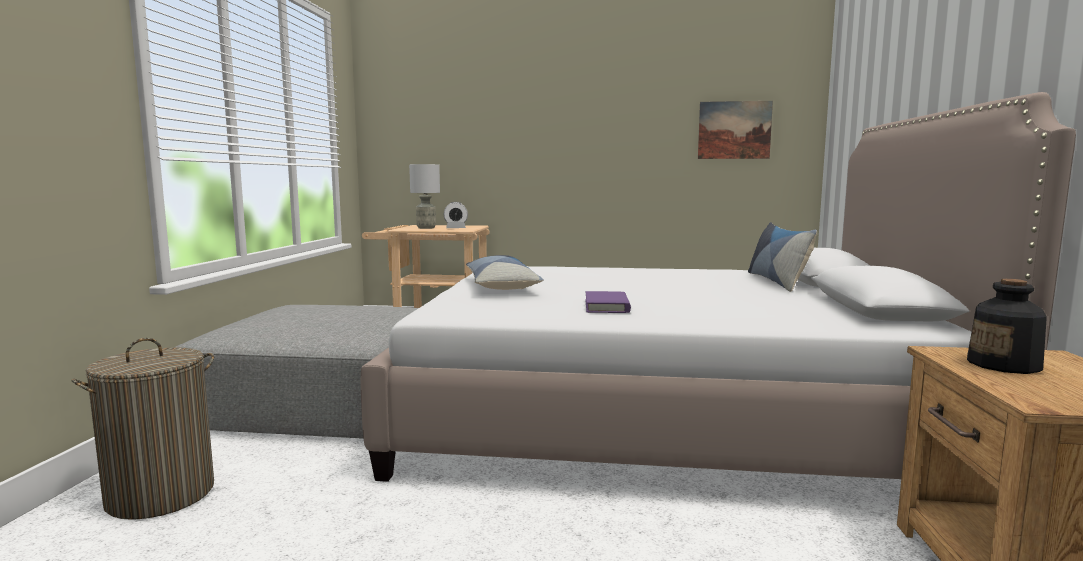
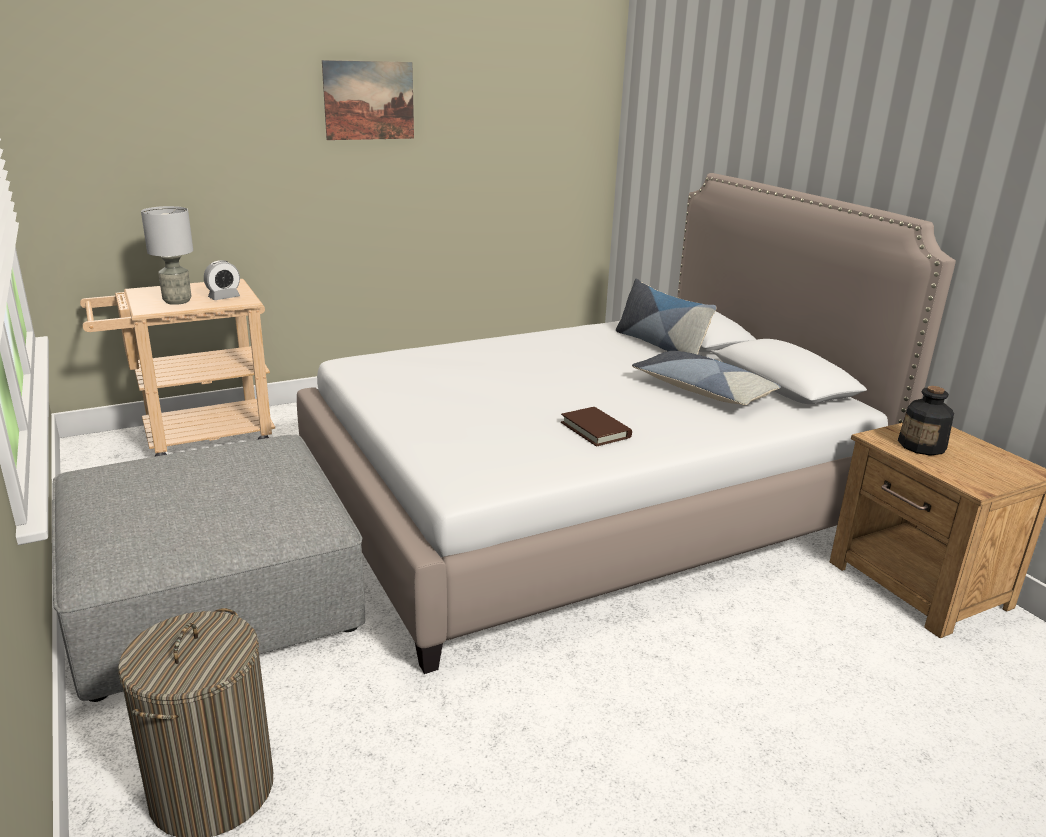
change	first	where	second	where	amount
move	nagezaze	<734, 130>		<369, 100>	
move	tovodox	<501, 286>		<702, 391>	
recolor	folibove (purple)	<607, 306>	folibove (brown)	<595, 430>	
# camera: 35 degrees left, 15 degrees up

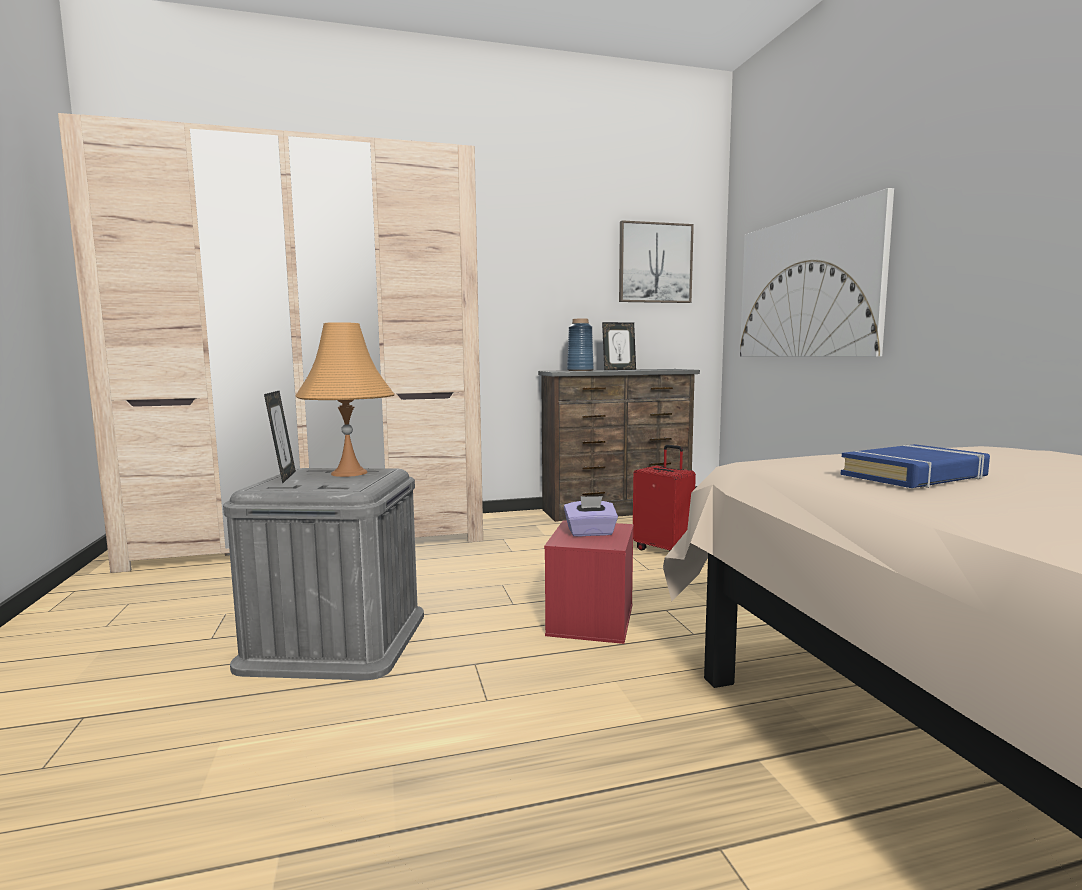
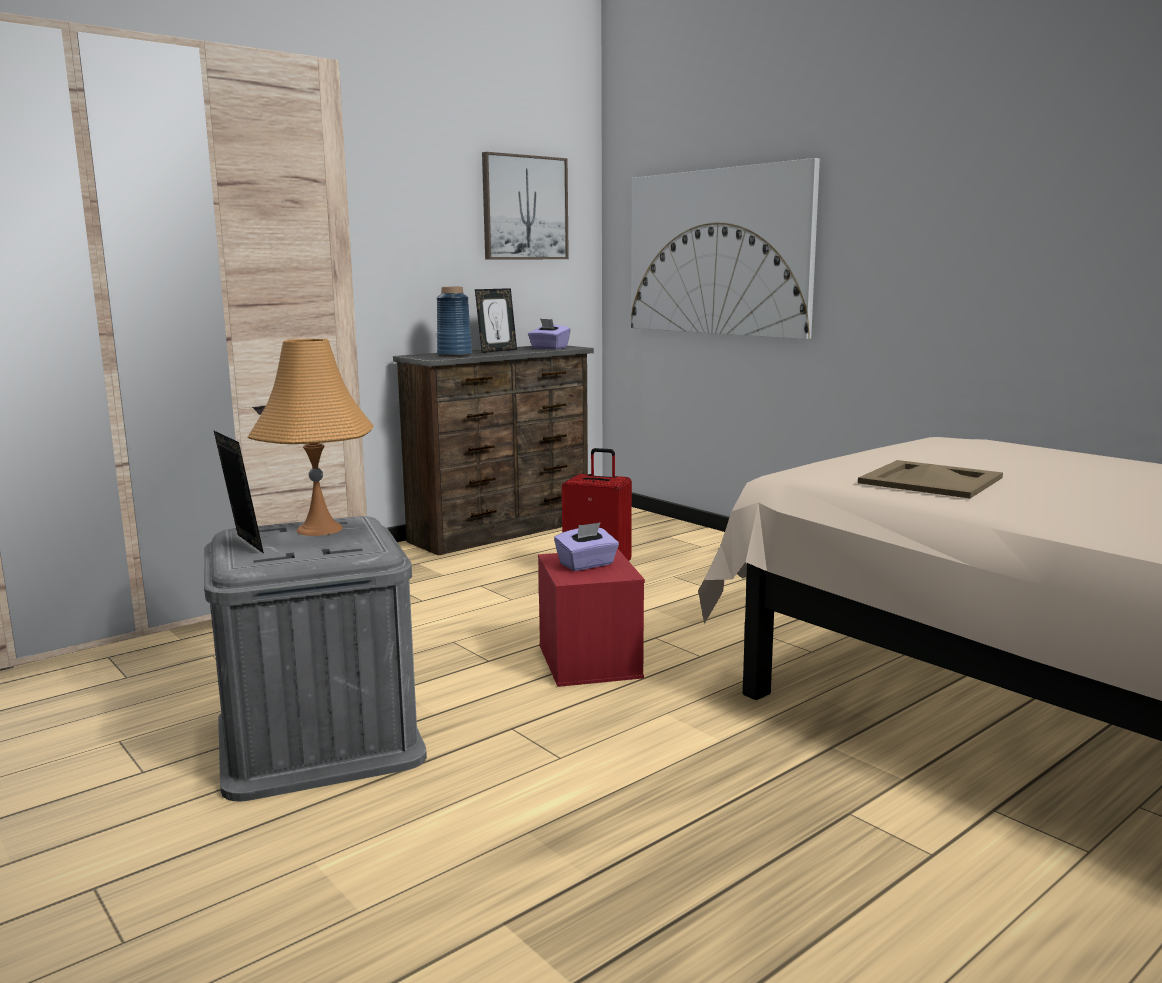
change	first	where	second	where	amount
replace	folibove (blue)	<914, 476>	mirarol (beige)	<932, 480>	
insert			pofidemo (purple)	<549, 348>	
# camera: 25 degrees left, 5 degrees up

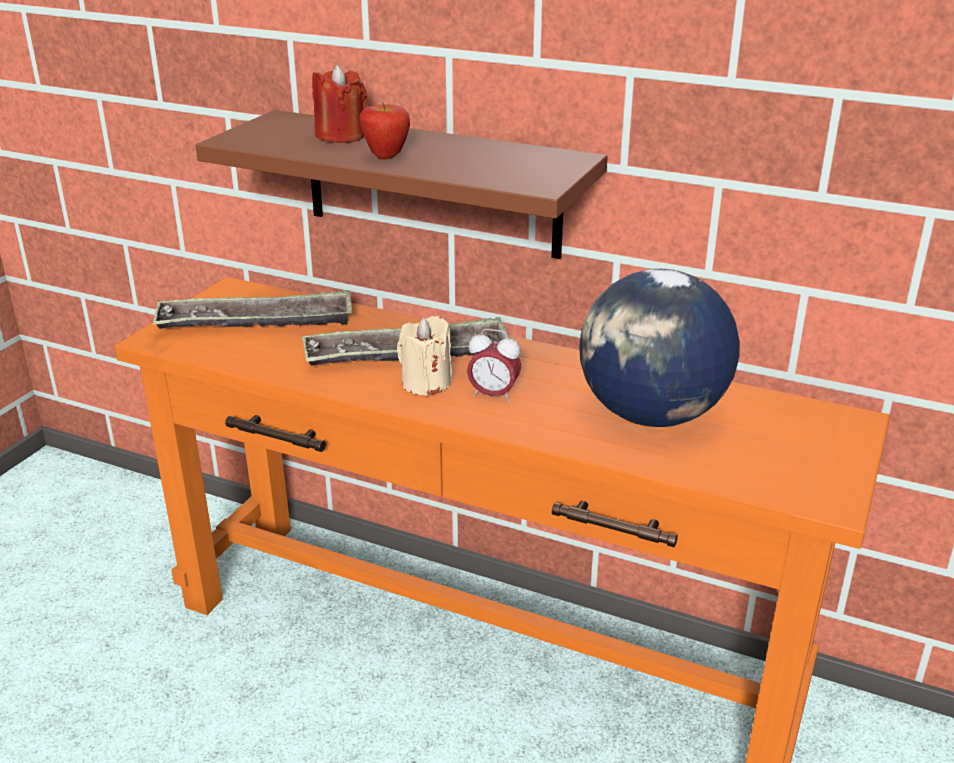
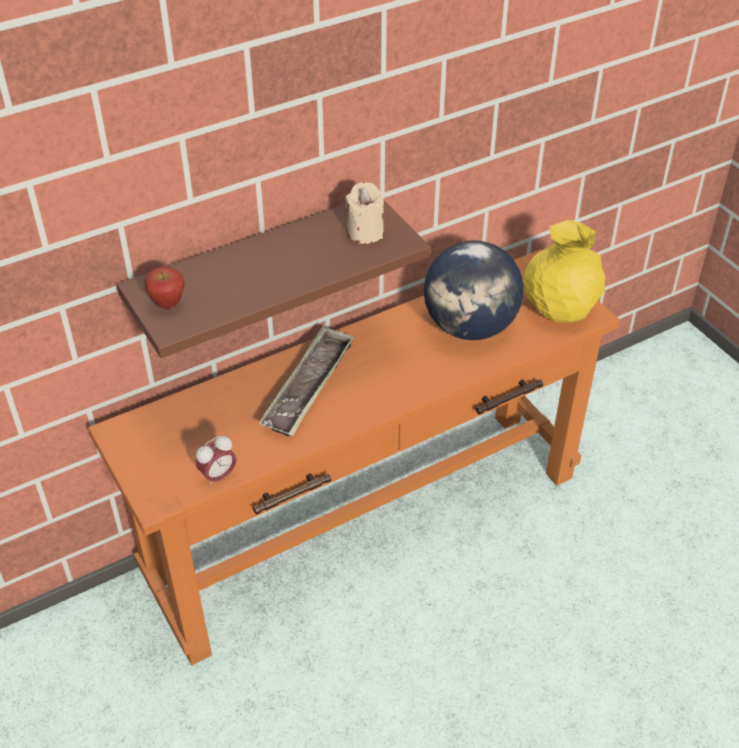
change	first	where	second	where	amount
delete	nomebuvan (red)	<341, 136>			
move	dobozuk	<386, 157>		<168, 304>	
delete	mirarol	<256, 322>			
move	nomebuvan (beige)	<426, 383>		<365, 232>	
move	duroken	<493, 395>		<218, 476>	
insert			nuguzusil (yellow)	<559, 307>	
# camera: 55 degrees left, 15 degrees up

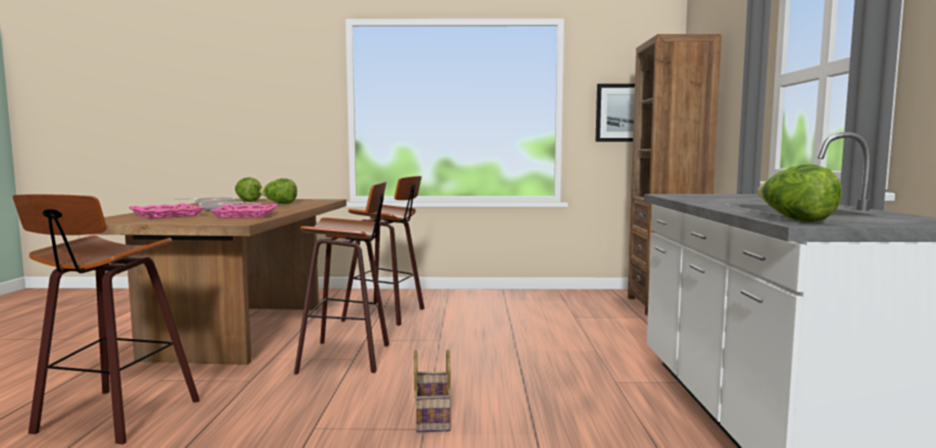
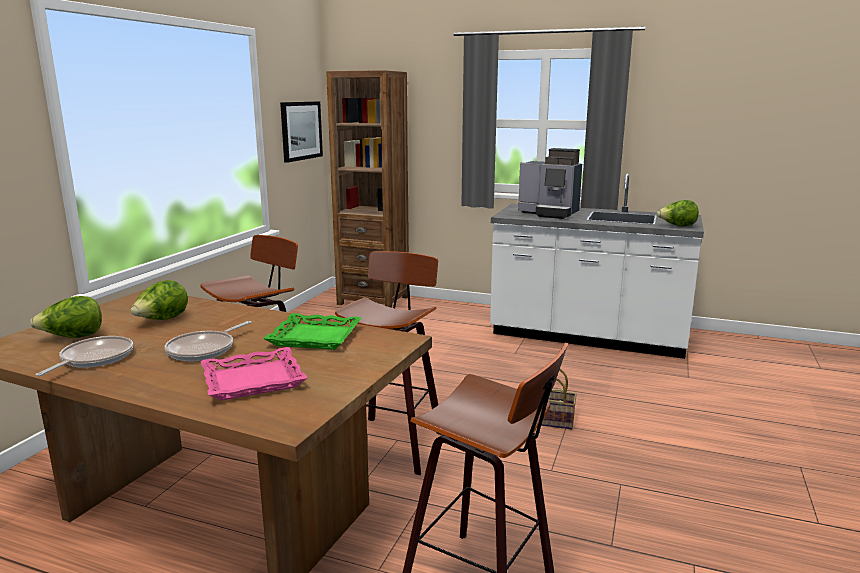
change	first	where	second	where	amount
recolor	mirarol (pink)	<246, 215>	mirarol (green)	<315, 337>	
insert			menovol	<550, 213>	
# camera: 70 degrees left, 10 degrees up

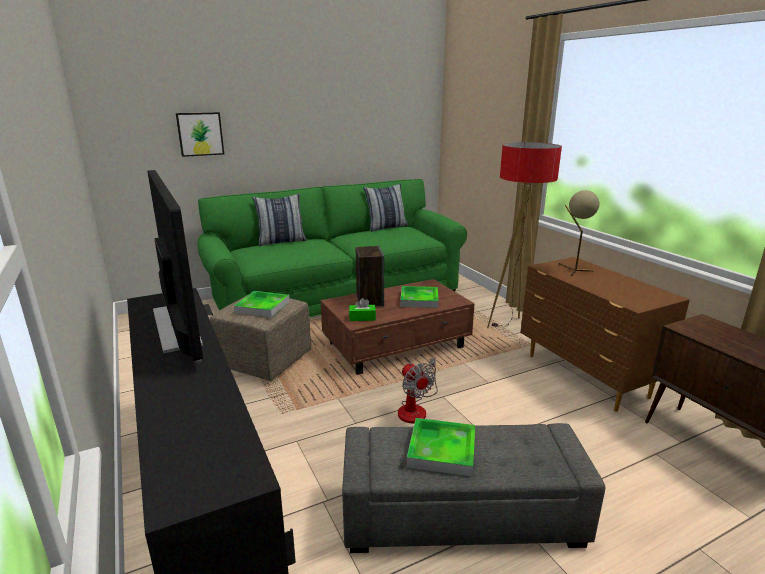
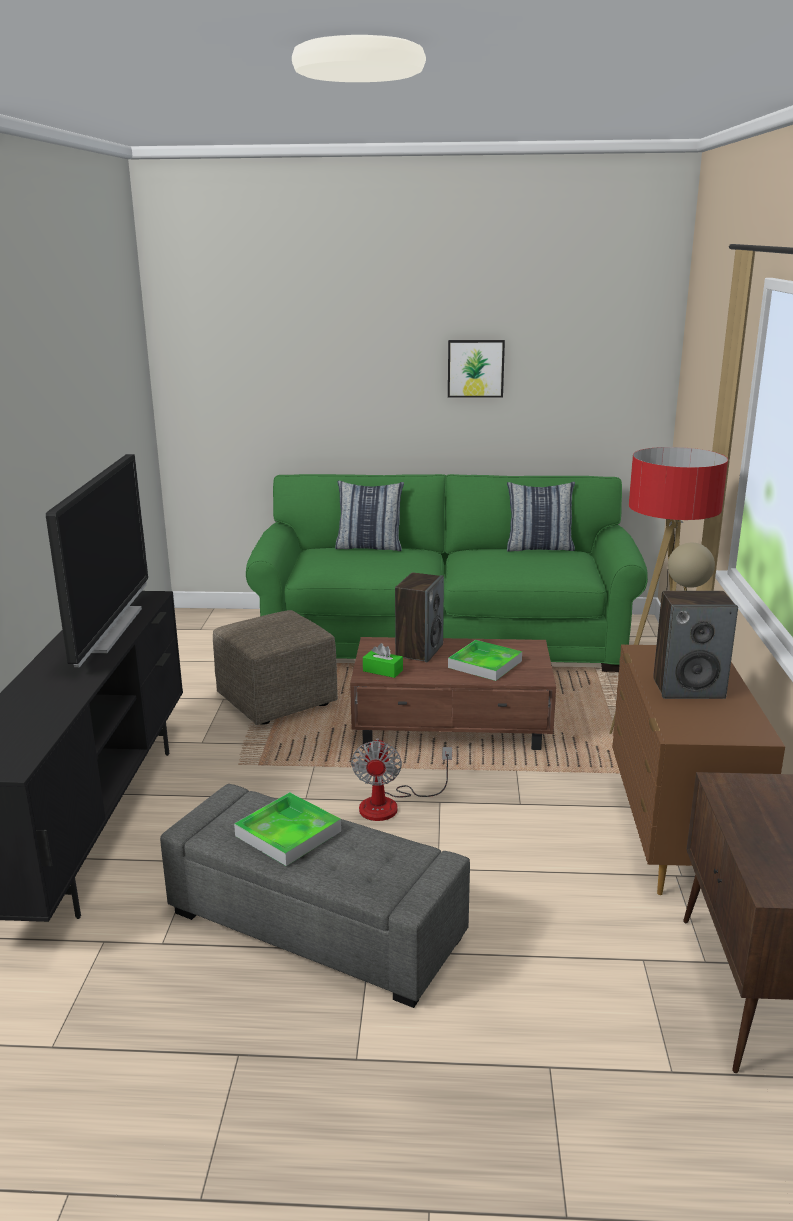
change	first	where	second	where	amount
move	nagezaze	<200, 134>		<475, 368>	
delete	mirarol	<262, 307>			
insert			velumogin	<689, 688>	
# camera: 30 degrees right, 0 degrees up

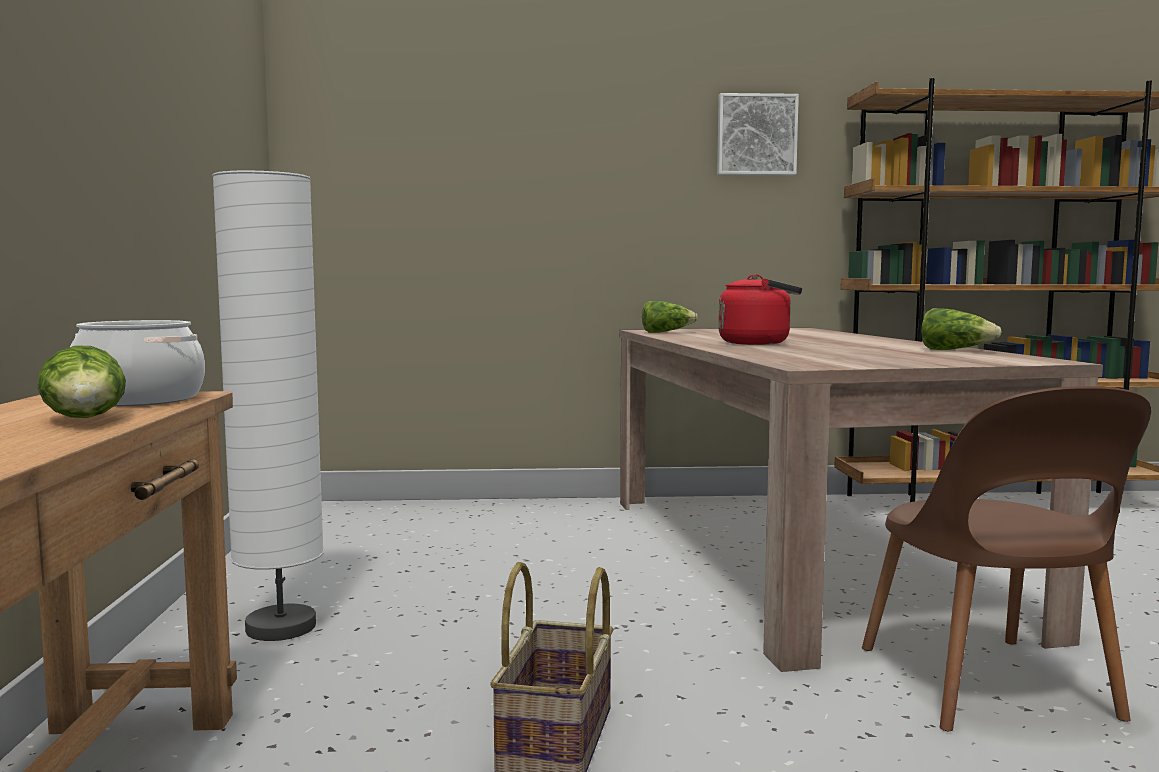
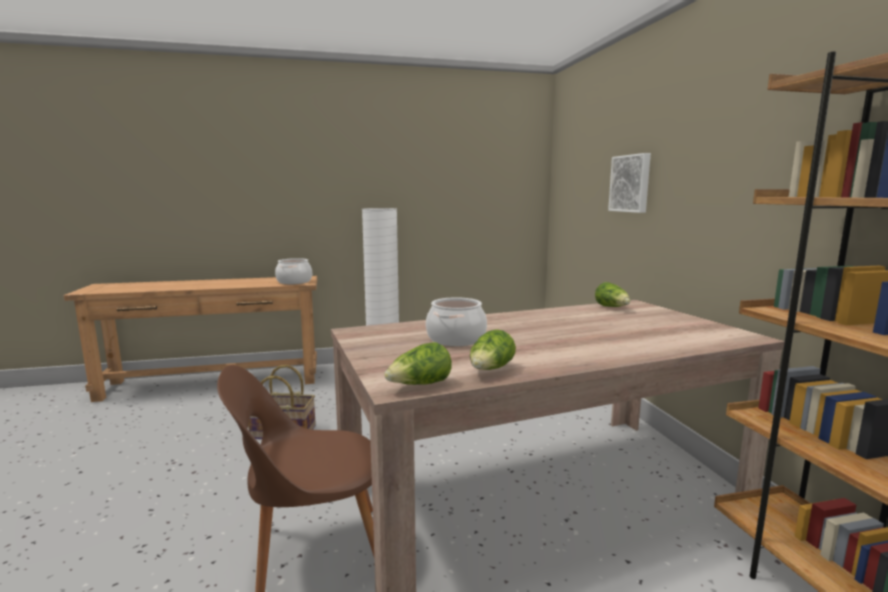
change	first	where	second	where	amount
move	nagezaze	<756, 135>		<631, 183>	
delete	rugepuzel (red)	<758, 343>			
move	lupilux	<87, 420>		<420, 385>	
insert			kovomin	<456, 339>	
# camera: 80 degrees right, 5 degrees up

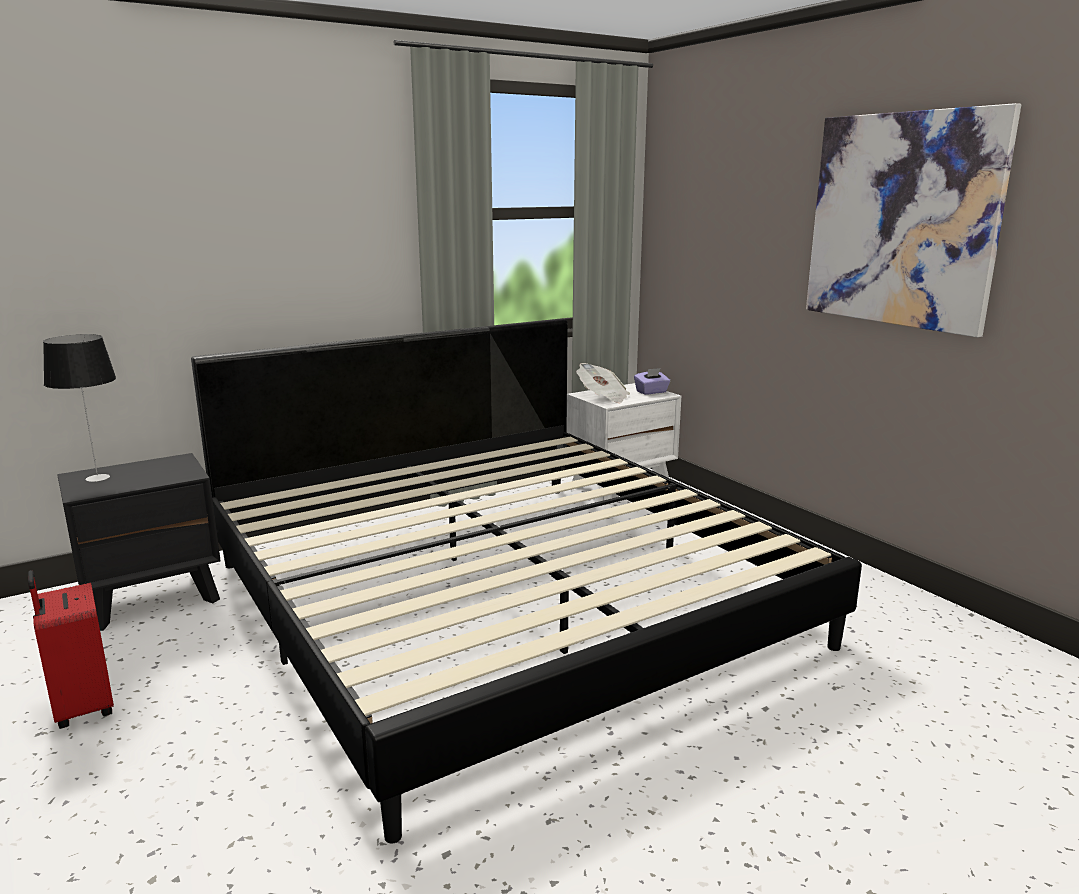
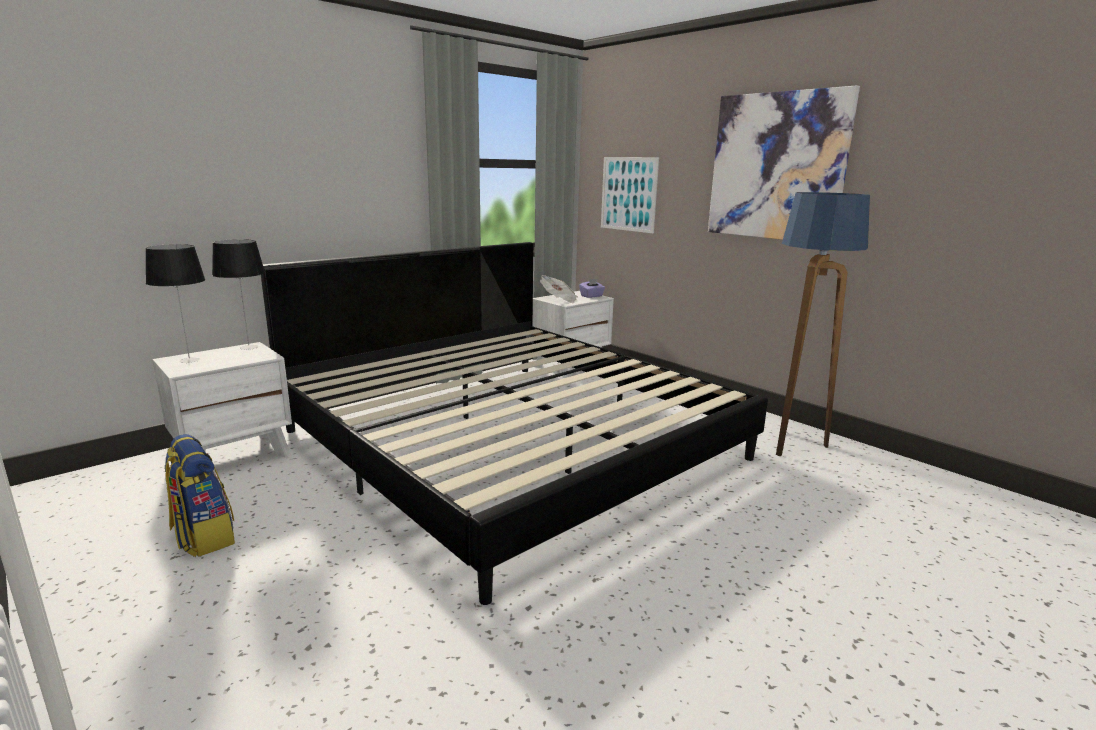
change	first	where	second	where	amount
recolor	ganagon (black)	<153, 597>	ganagon (white)	<234, 456>	
replace	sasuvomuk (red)	<82, 708>	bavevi	<203, 536>	
insert			nagezaze	<628, 194>	
insert			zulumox	<792, 446>	
insert			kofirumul	<248, 347>	
# camera: 10 degrees left, 0 degrees up

